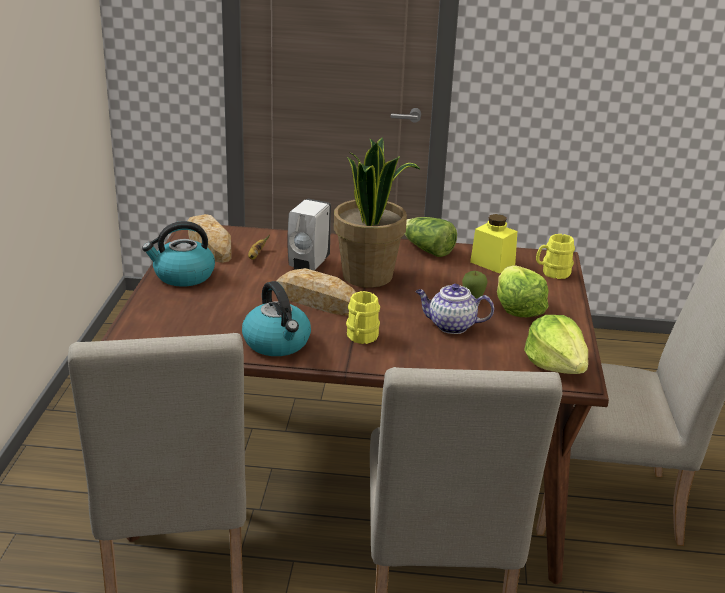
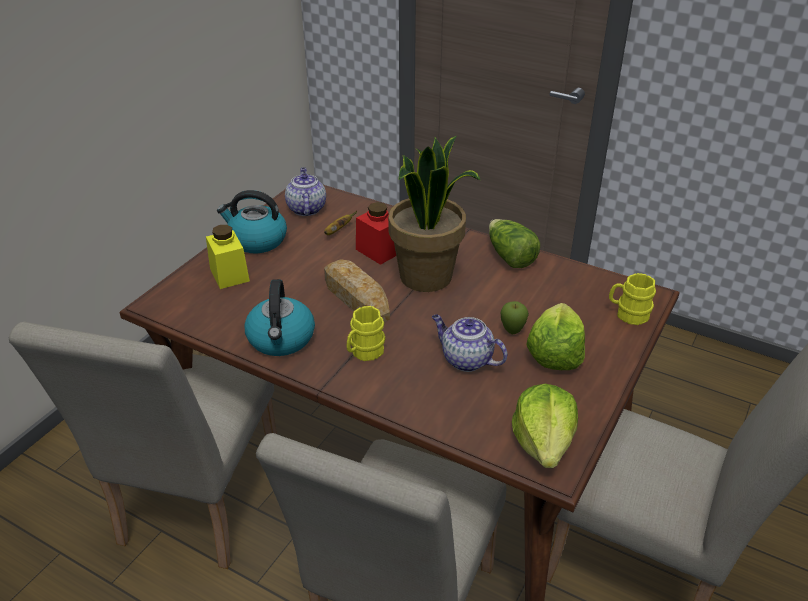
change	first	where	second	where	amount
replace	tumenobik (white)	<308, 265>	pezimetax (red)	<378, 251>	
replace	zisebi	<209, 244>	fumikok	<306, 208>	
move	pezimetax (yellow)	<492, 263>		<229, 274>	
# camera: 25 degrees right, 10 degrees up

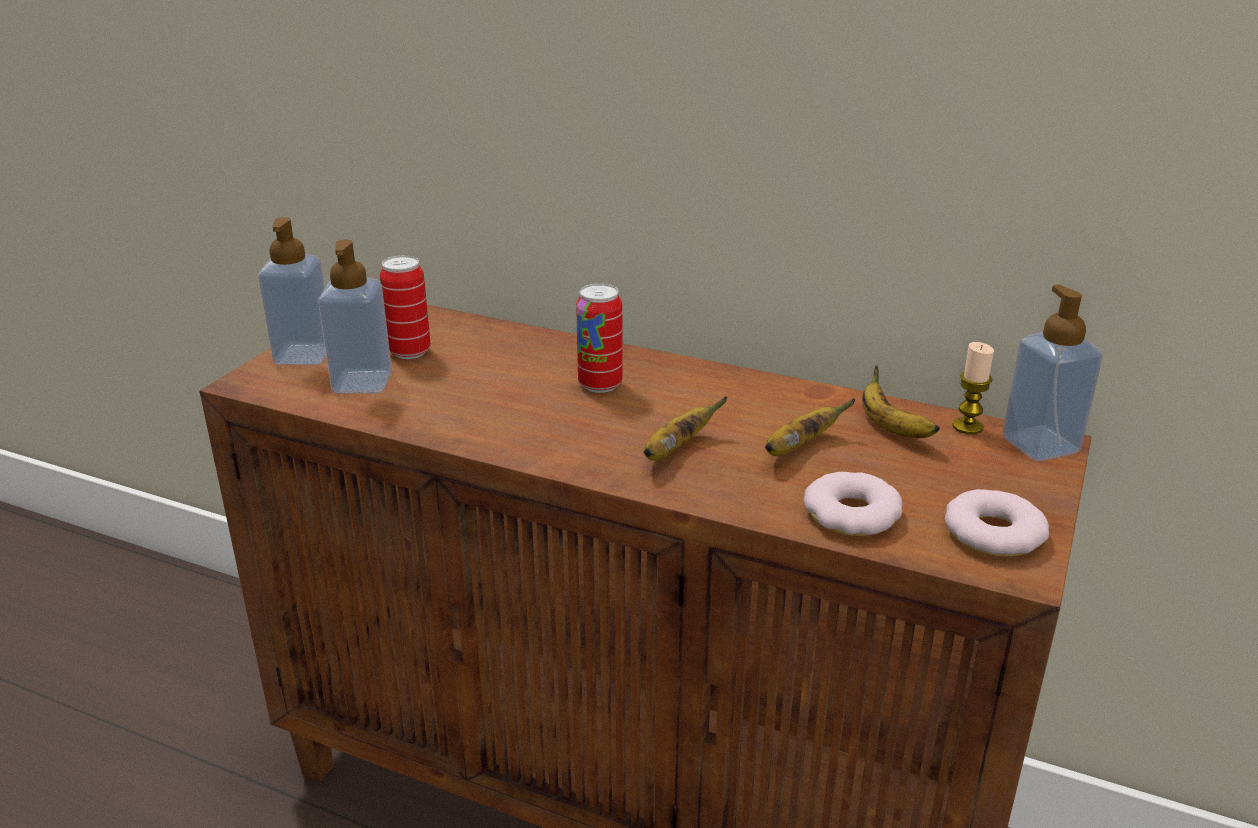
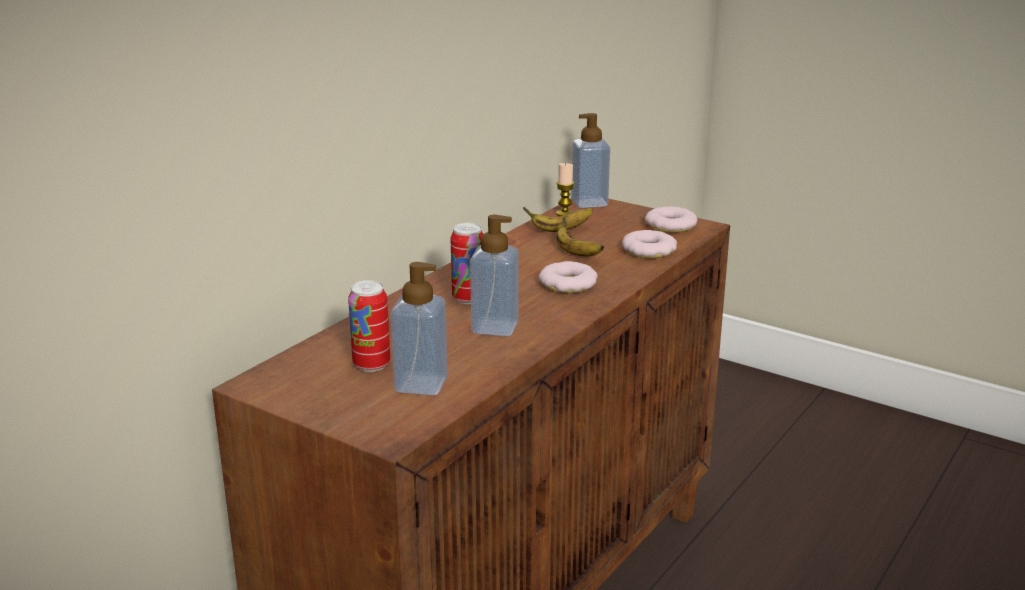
change	first	where	second	where	amount
move	tumenobik	<303, 355>		<495, 327>	
replace	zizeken	<676, 450>	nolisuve	<568, 284>	
# camera: 80 degrees left, 5 degrees down

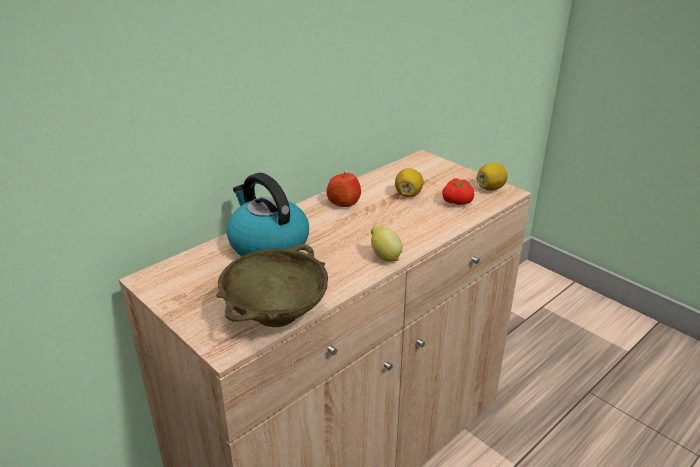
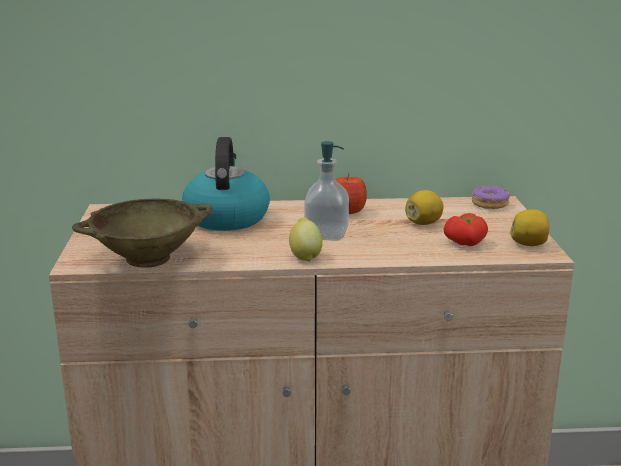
change	first	where	second	where	amount
insert			tumenobik	<326, 234>	
insert			nolisuve	<489, 204>	
# camera: 40 degrees right, 10 degrees down

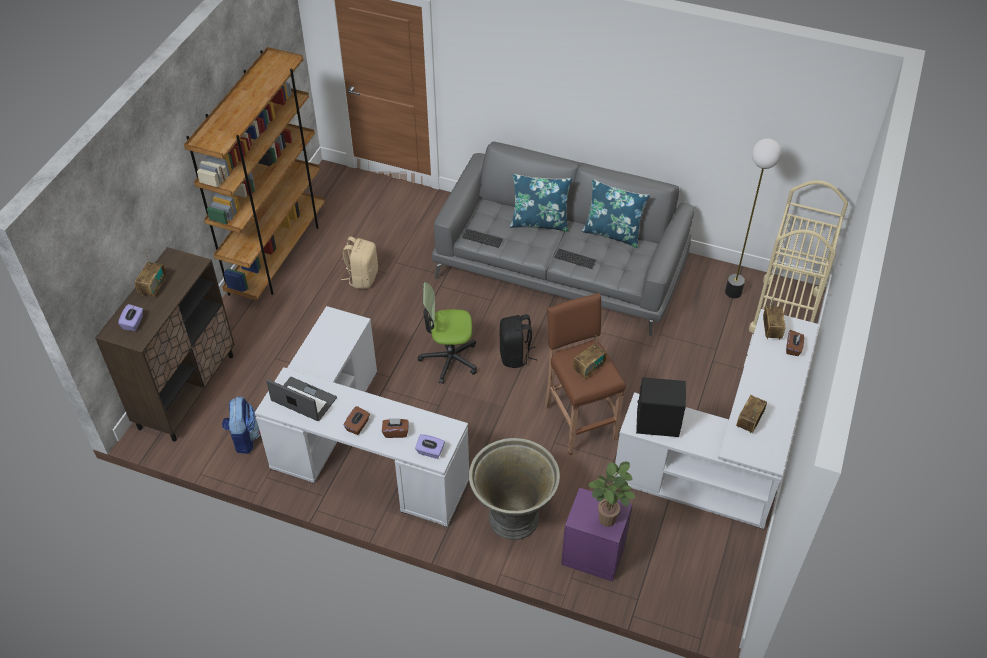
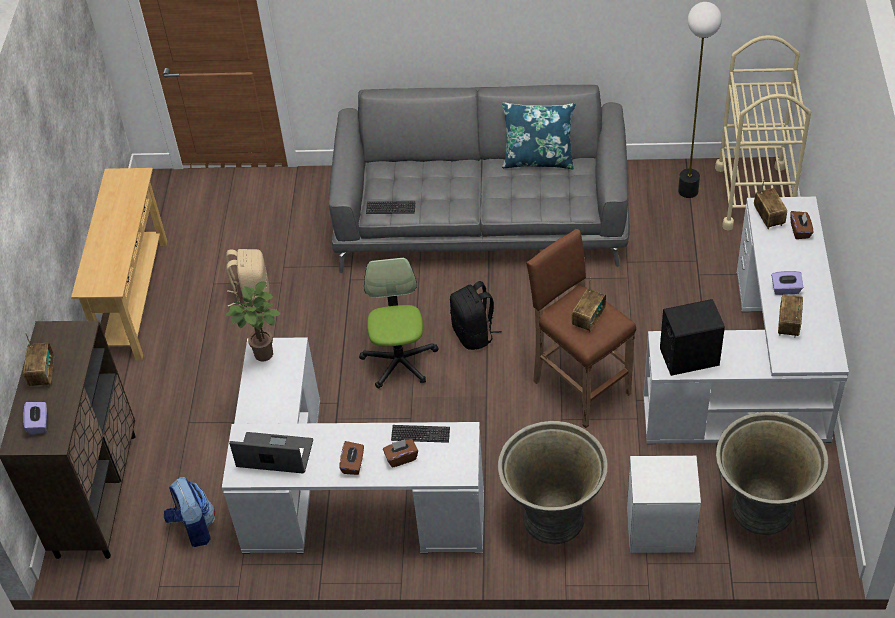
change	first	where	second	where	amount
replace	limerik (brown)	<278, 254>	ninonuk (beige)	<135, 299>	
delete	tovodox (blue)	<539, 222>			
move	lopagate	<575, 259>		<420, 434>	
rotate	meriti	<449, 359>		<399, 361>	105 degrees clockwise
move	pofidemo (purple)	<430, 451>		<785, 289>	
move	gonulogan	<607, 522>		<265, 356>	
recolor	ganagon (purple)	<592, 553>	ganagon (white)	<658, 528>	
insert			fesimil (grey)	<761, 510>	
# camera: 15 degrees left, 0 degrees up

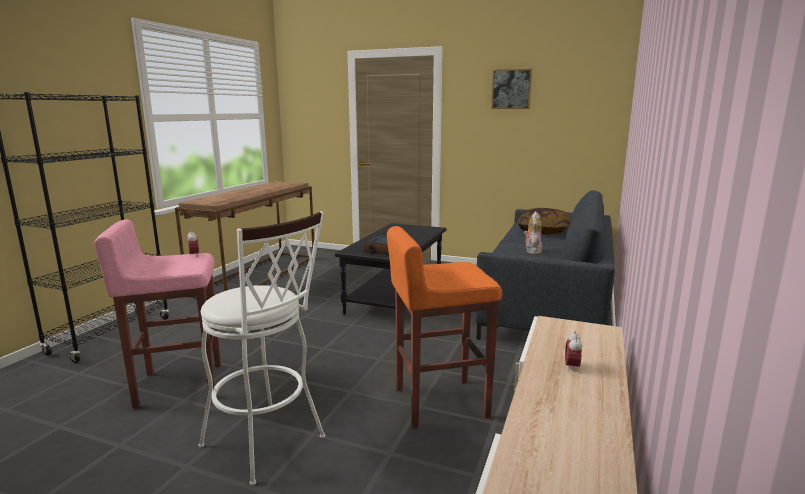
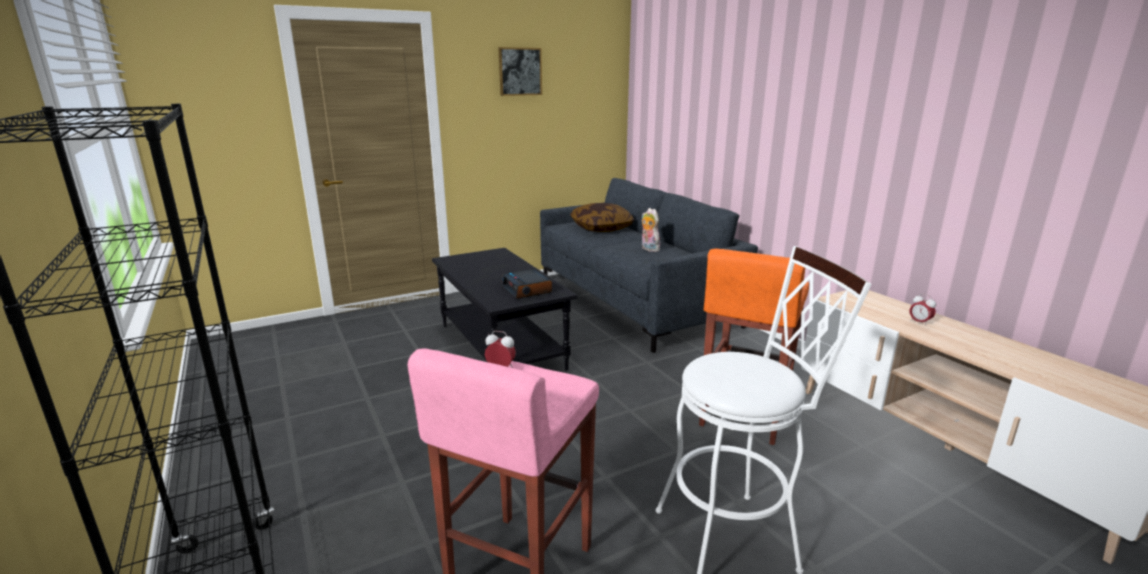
change	first	where	second	where	amount
delete	ninonuk (brown)	<257, 275>			
# camera: 50 degrees left, 5 degrees up

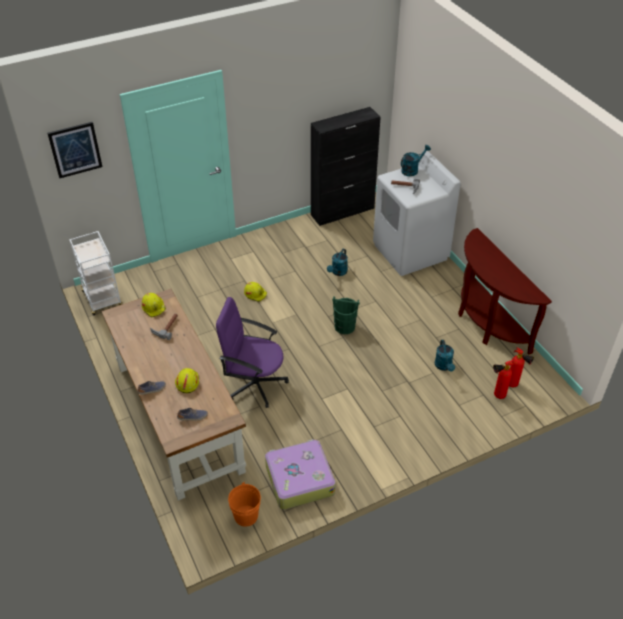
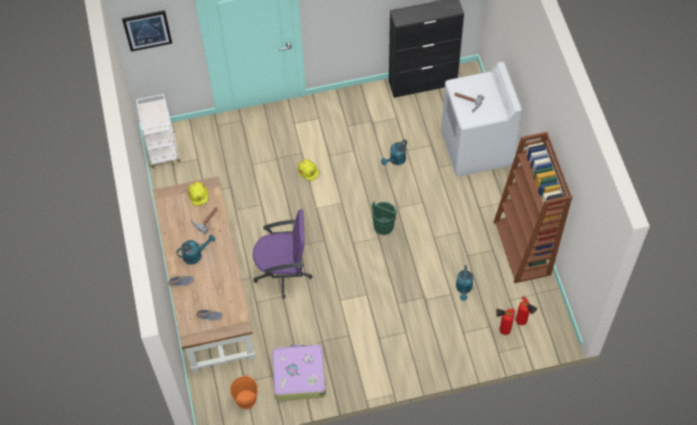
change	first	where	second	where	amount
move	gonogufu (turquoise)	<412, 170>		<195, 255>	
replace	ninonuk (brown)	<487, 322>	limerik (brown)	<523, 248>	
rotate	meriti (purple)	<254, 384>		<283, 272>	150 degrees clockwise
delete	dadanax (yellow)	<187, 382>			
# camera: 15 degrees right, 15 degrees up

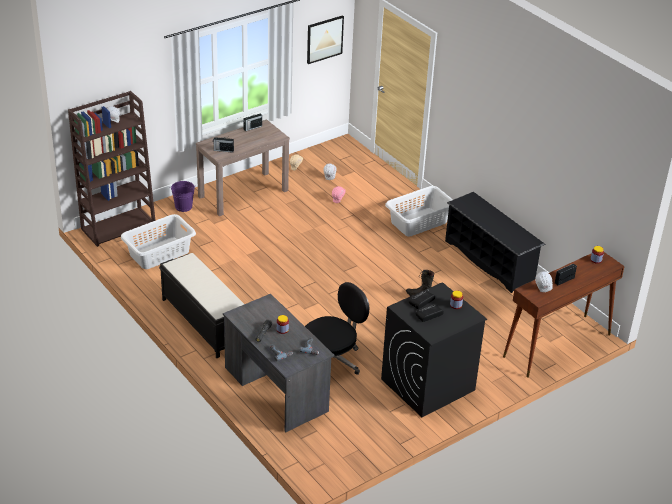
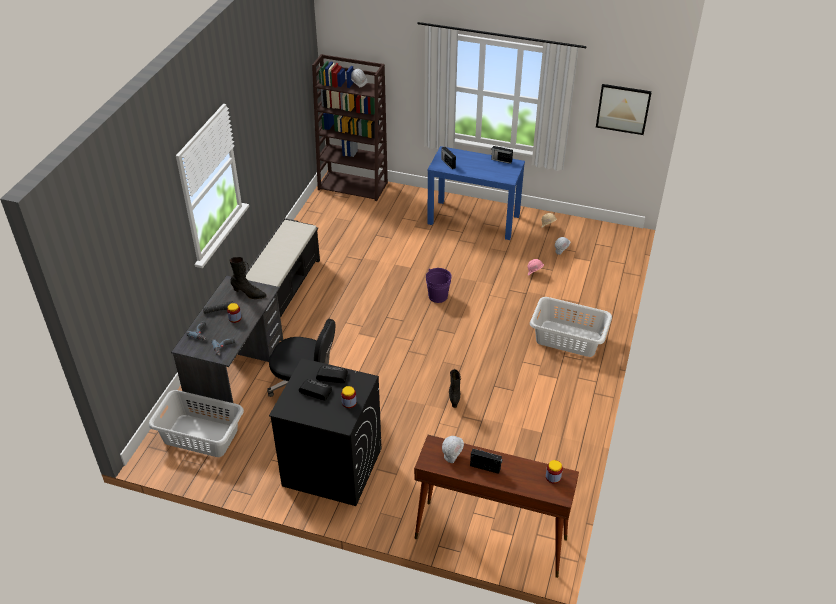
change	first	where	second	where	amount
recolor	ninonuk (brown)	<243, 193>	ninonuk (blue)	<474, 219>	
move	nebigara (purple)	<183, 207>		<438, 296>	
delete	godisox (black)	<489, 261>			
move	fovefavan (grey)	<160, 253>		<201, 436>	
insert			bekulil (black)	<249, 294>	
# camera: 55 degrees right, 5 degrees up

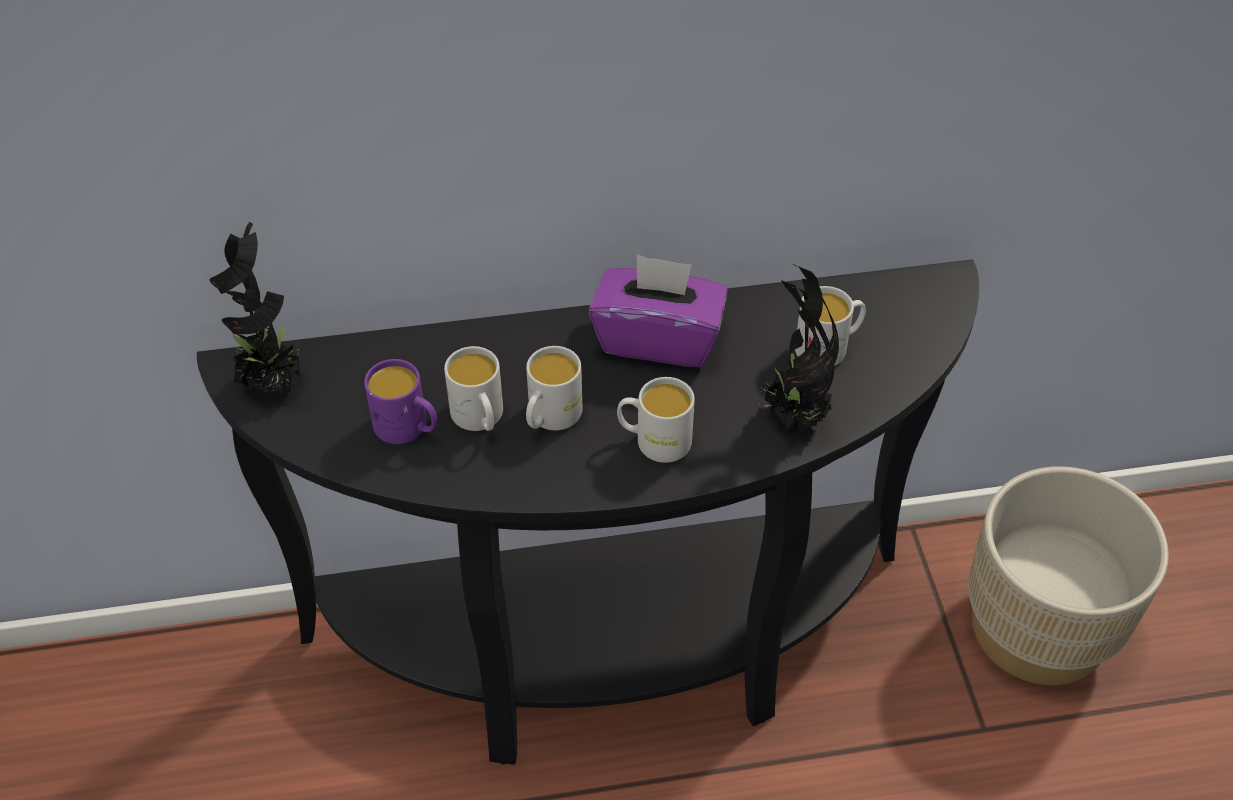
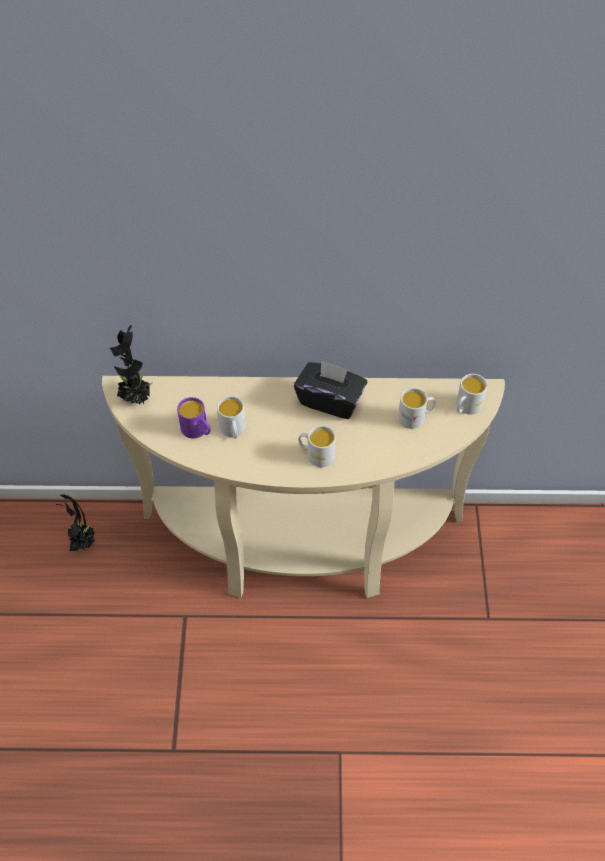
change	first	where	second	where	amount
recolor	pofidemo (purple)	<658, 338>	pofidemo (black)	<330, 400>	
recolor	ninonuk (black)	<613, 655>	ninonuk (beige)	<302, 549>	
move	gonulogan	<792, 416>		<82, 541>	
move	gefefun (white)	<550, 418>		<466, 407>	
delete	fesimil (beige)	<1039, 627>			
# camera: 10 degrees right, 5 degrees up

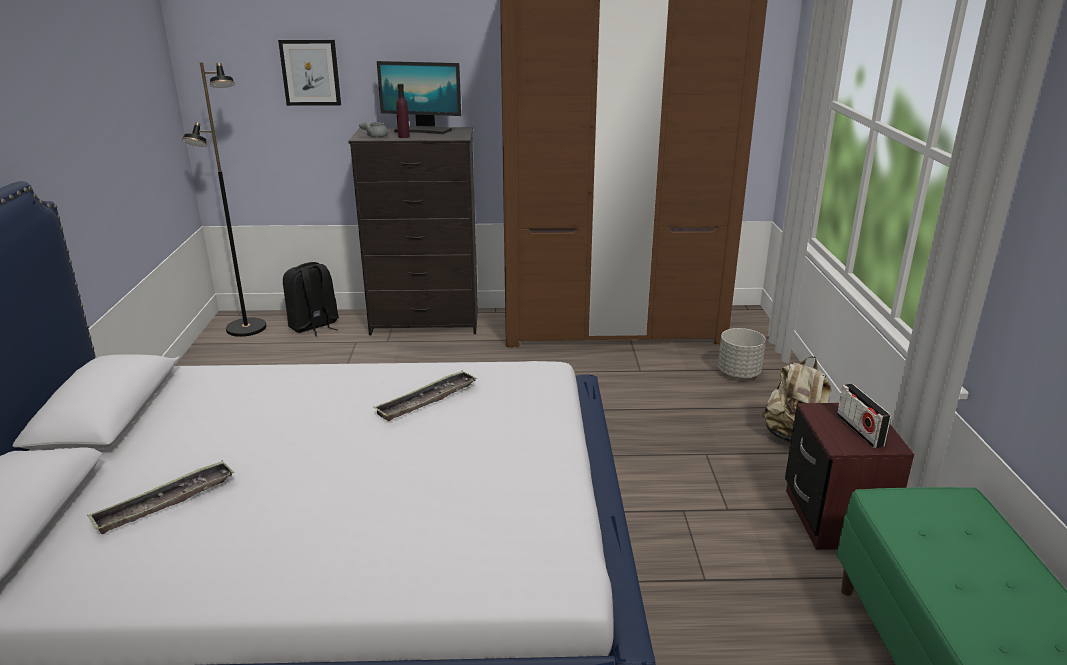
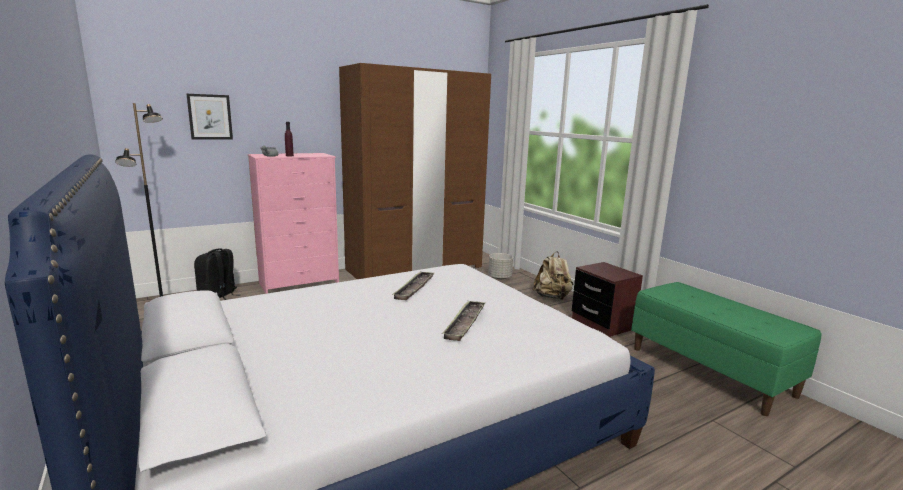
change	first	where	second	where	amount
delete	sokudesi	<422, 130>			
recolor	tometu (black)	<426, 323>	tometu (pink)	<300, 283>	
delete	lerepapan	<859, 430>			
move	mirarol	<165, 502>		<465, 323>	
# camera: 30 degrees left, 10 degrees down

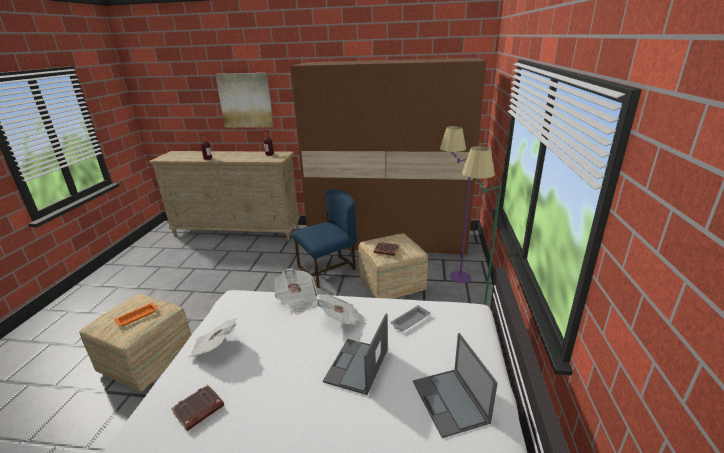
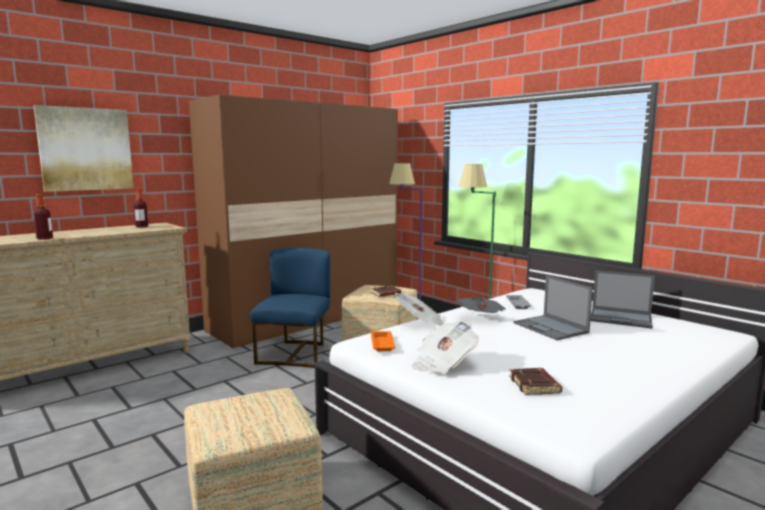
change	first	where	second	where	amount
move	mirarol (orange)	<138, 316>		<382, 343>	
# camera: 50 degrees left, 15 degrees down

